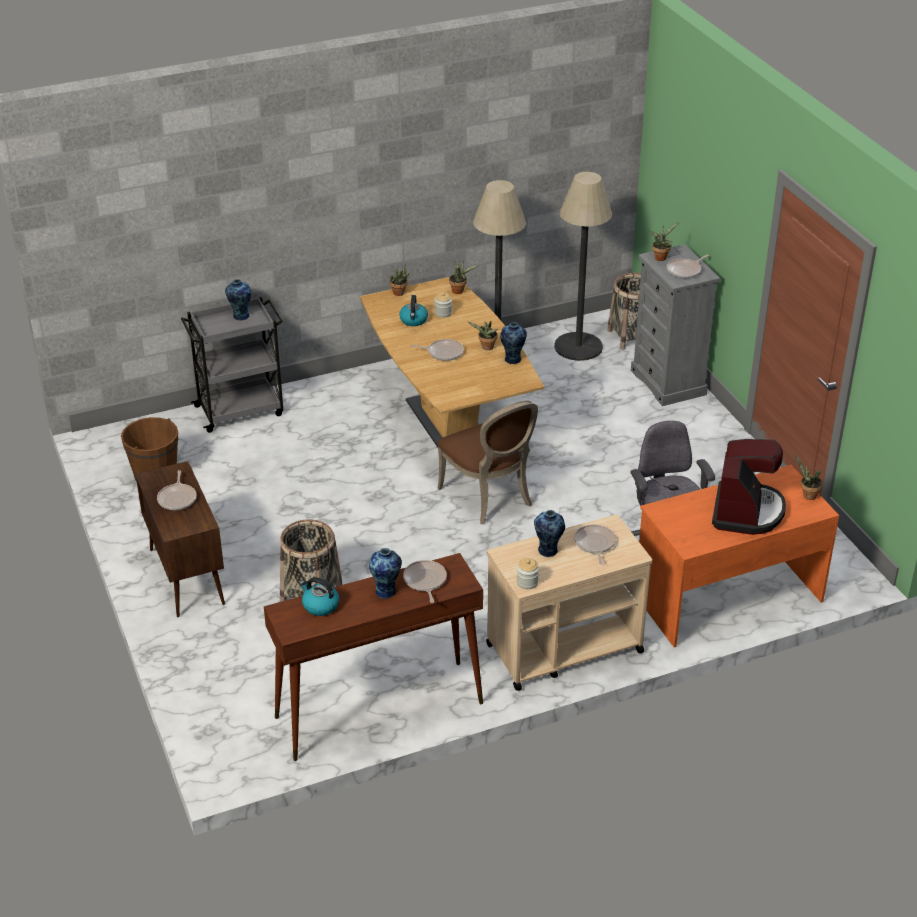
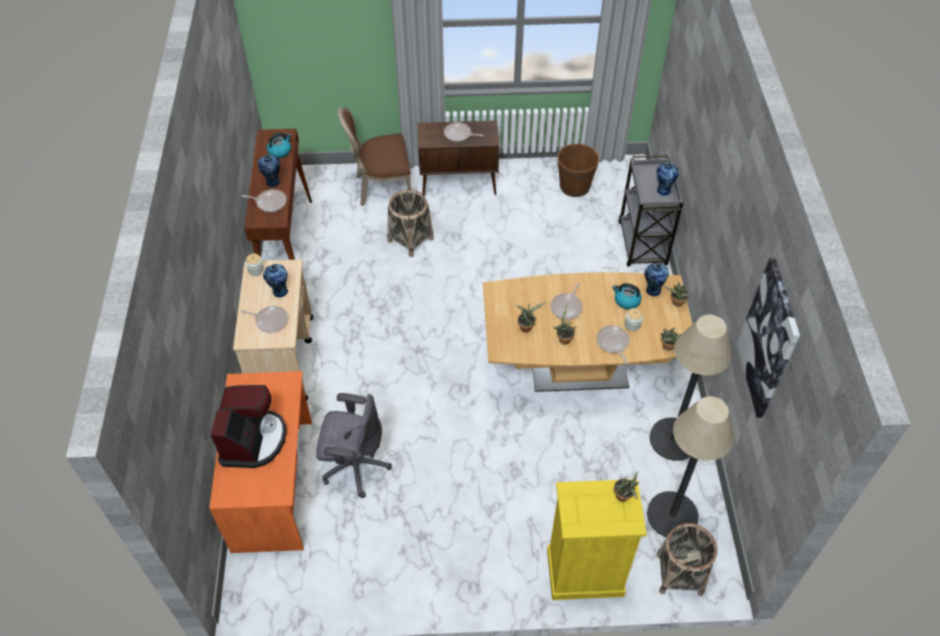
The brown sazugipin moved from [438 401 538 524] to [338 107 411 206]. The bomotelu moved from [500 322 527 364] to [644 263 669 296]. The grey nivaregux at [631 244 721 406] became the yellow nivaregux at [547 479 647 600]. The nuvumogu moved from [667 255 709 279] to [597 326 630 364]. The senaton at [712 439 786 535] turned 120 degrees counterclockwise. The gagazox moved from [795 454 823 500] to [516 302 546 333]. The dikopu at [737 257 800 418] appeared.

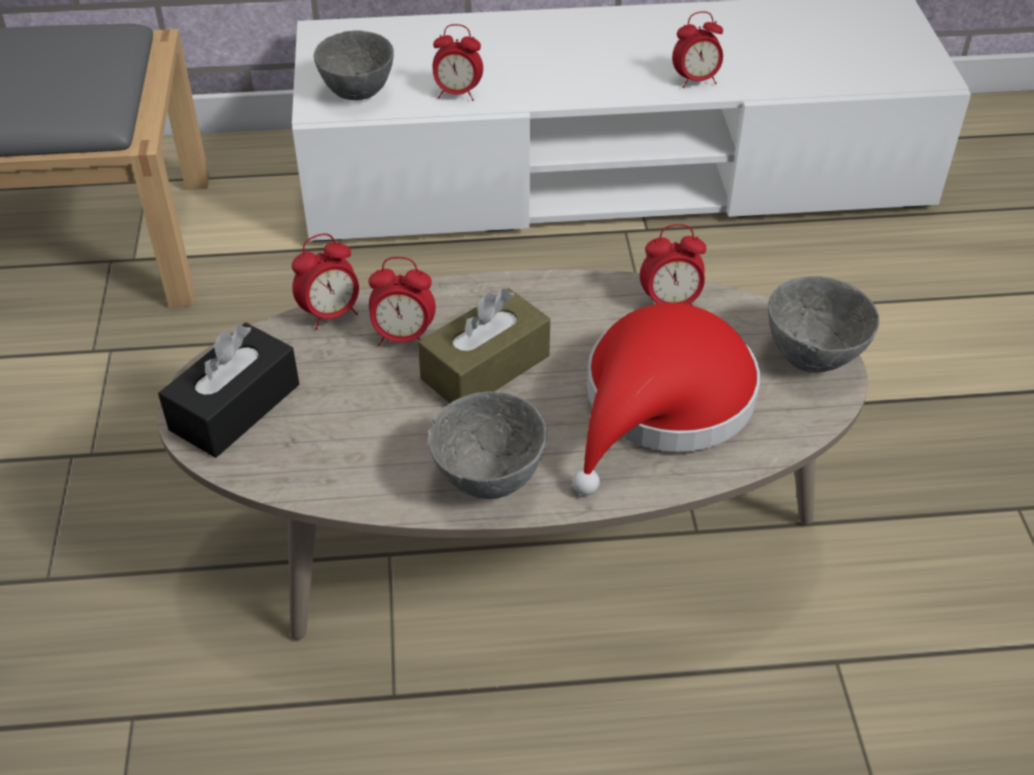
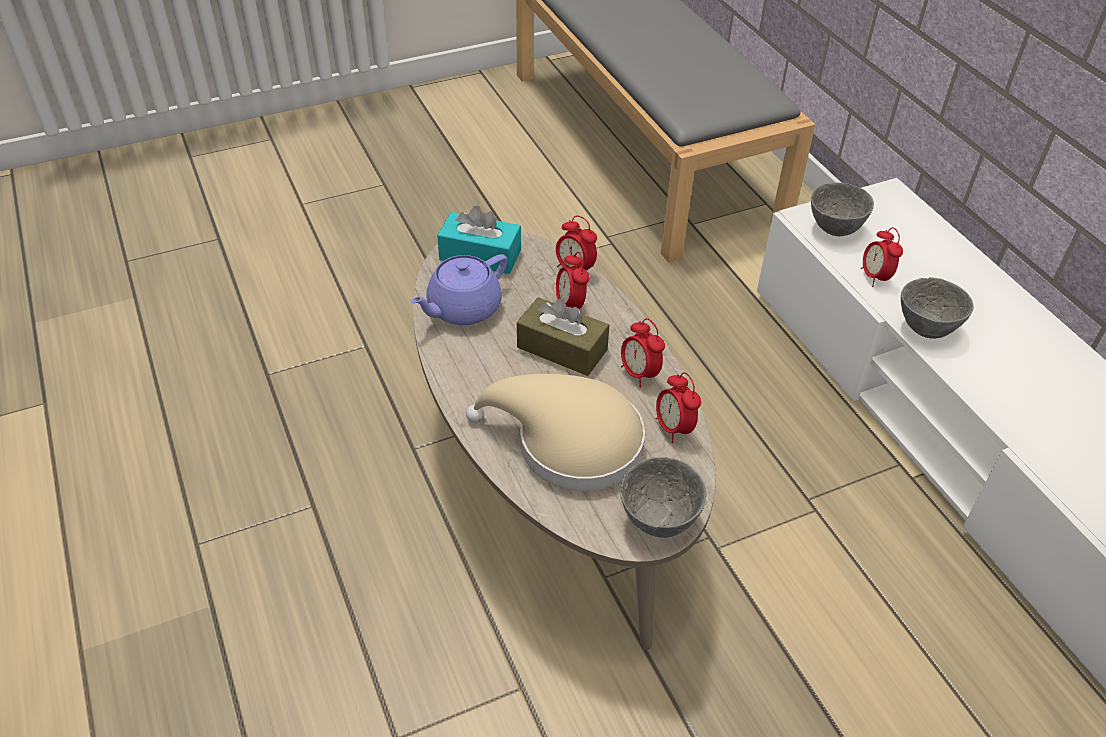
The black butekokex at [158 322 299 458] became the turquoise butekokex at [437 206 521 274]. The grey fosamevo moved from [428 391 547 499] to [901 277 974 339]. The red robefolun at [572 303 760 495] became the beige robefolun at [466 374 645 491]. The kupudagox moved from [672 11 723 88] to [621 318 665 388]. The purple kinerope at [410 254 508 325] appeared.

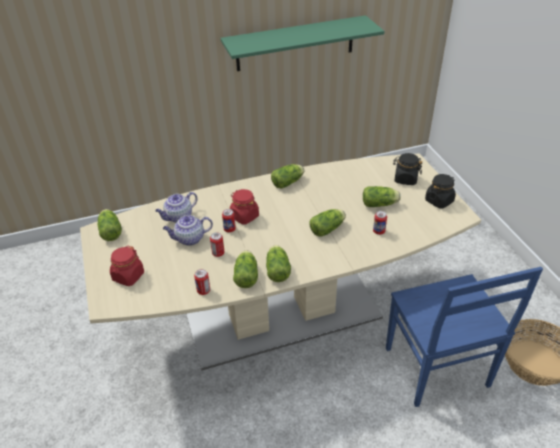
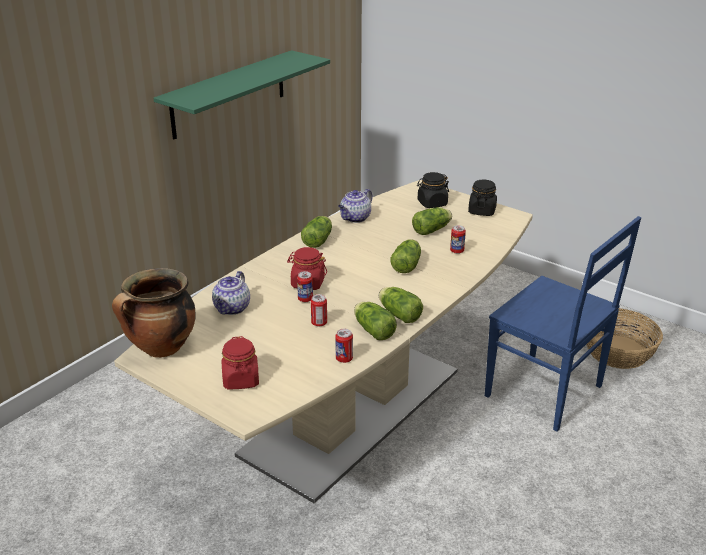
The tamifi at [98 209 122 241] was replaced by the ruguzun at [112 268 195 358]. The kinerope moved from [163 215 213 246] to [338 189 373 223].

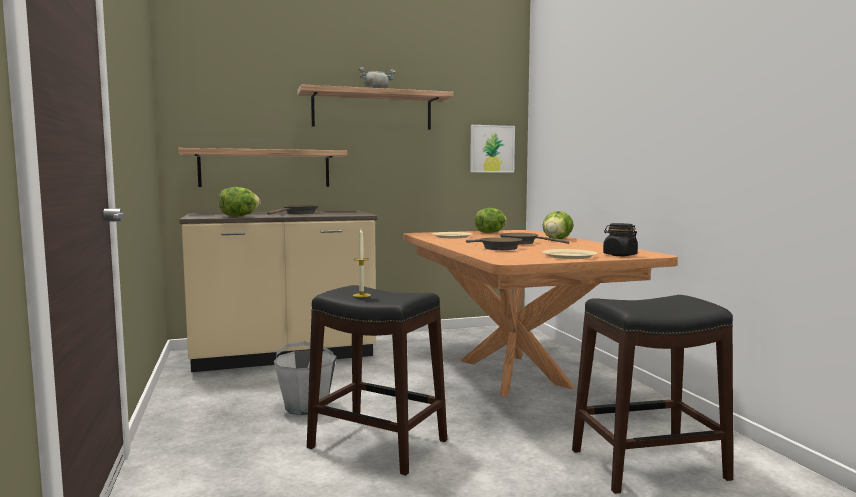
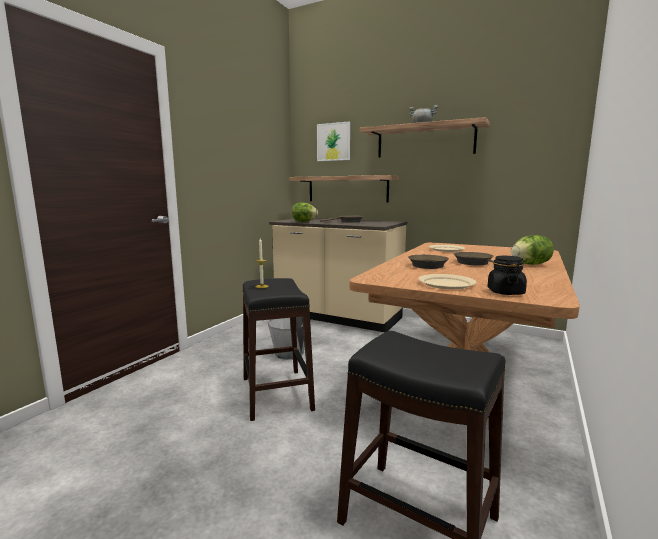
The dikopu moved from [470 125 515 173] to [317 122 350 161]. The tamifi at [474 208 507 233] disappeared.

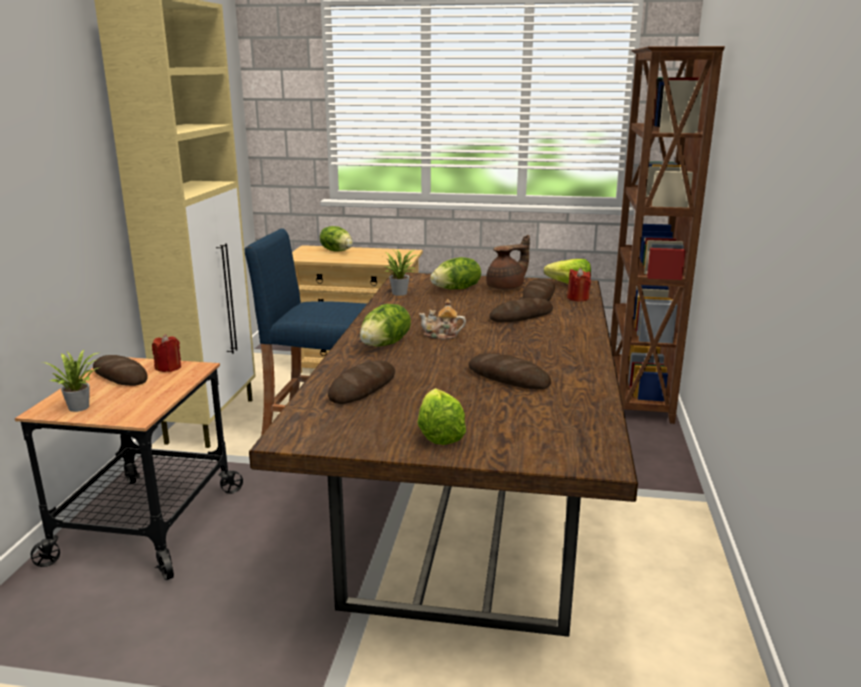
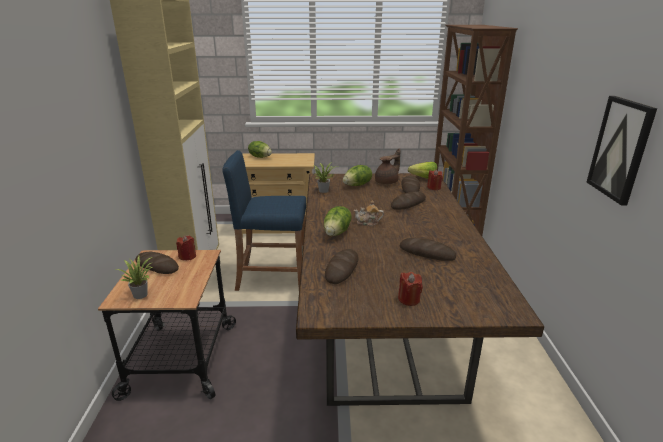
The tamifi at [418 388 466 445] was replaced by the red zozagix at [398 272 423 306]. The dikopu at [587 96 657 206] appeared.

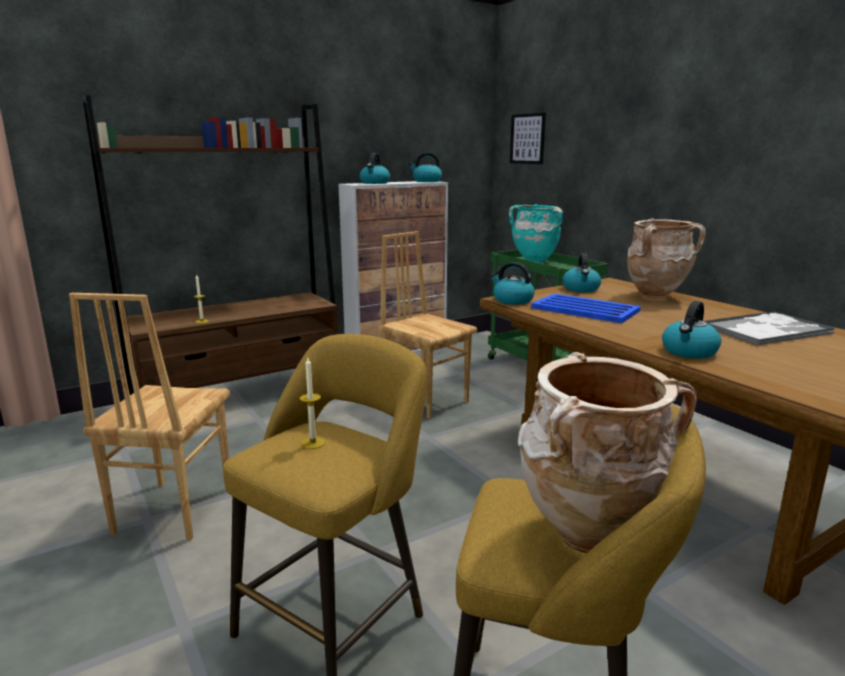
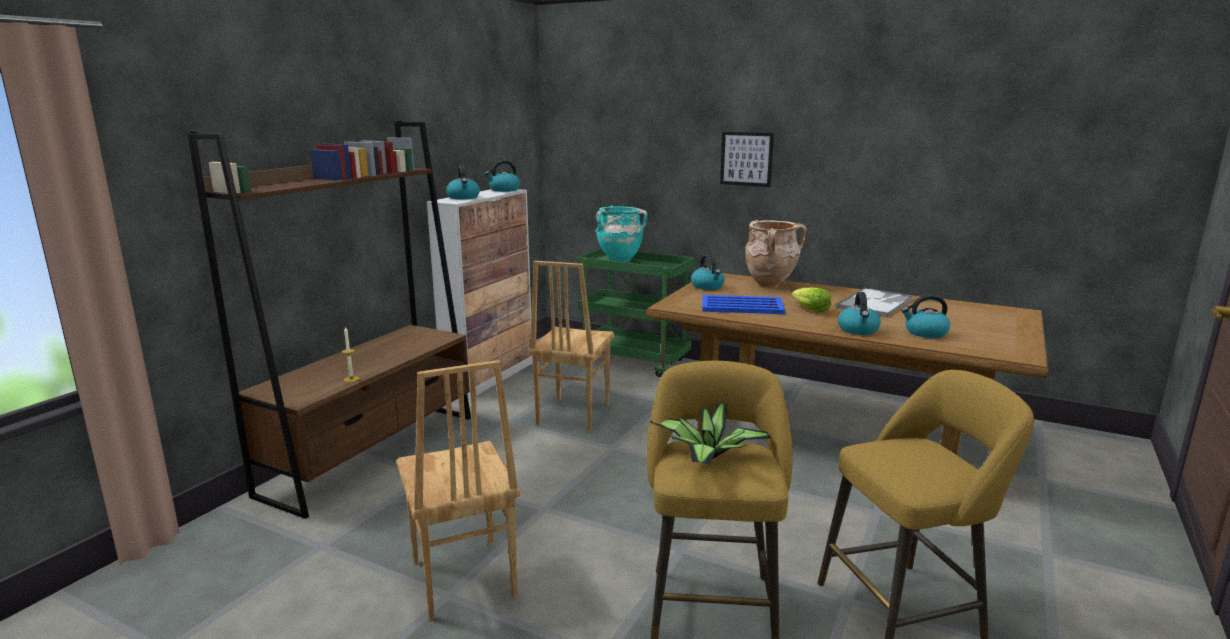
The zozagix at [299 358 325 449] was replaced by the gagazox at [650 404 772 465]. The brown sazugipin at [379 231 477 419] turned 90 degrees counterclockwise. The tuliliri moved from [490 262 534 305] to [901 295 950 338]. The dikopu moved from [510 113 546 164] to [720 132 774 187]. The beige bomotelu at [518 352 697 553] disappeared. The tamifi at [792 287 831 313] appeared.

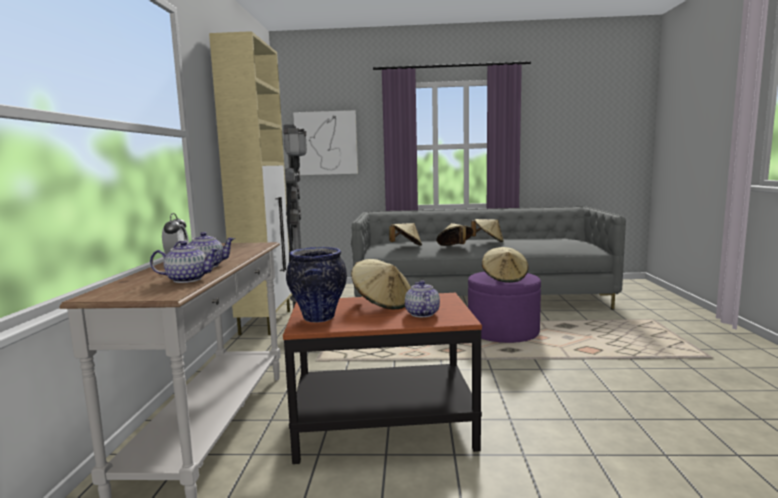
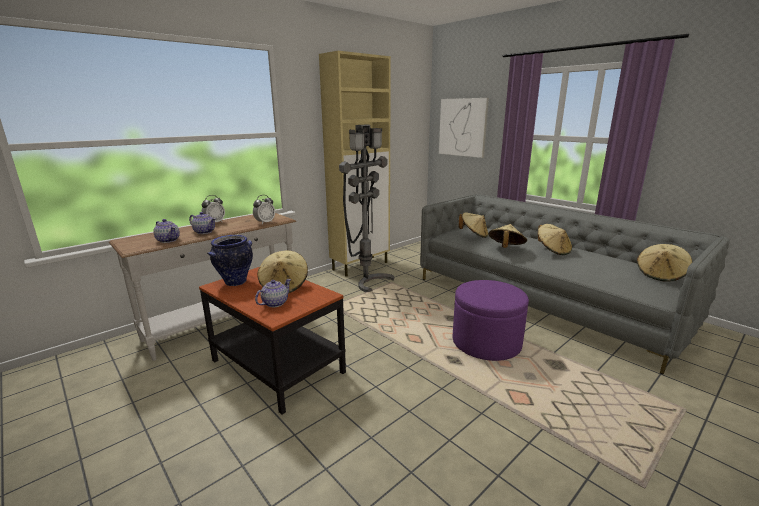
The beige robefolun moved from [482 247 528 283] to [637 244 692 282]. The kupudagox at [253 195 275 224] appeared.

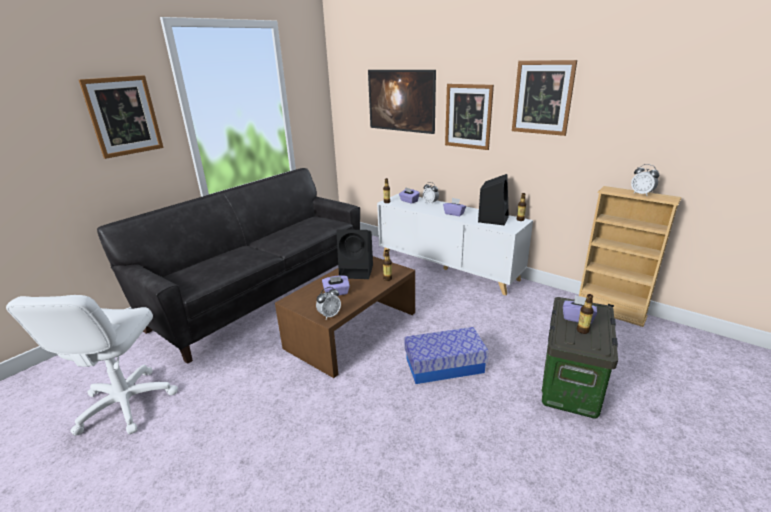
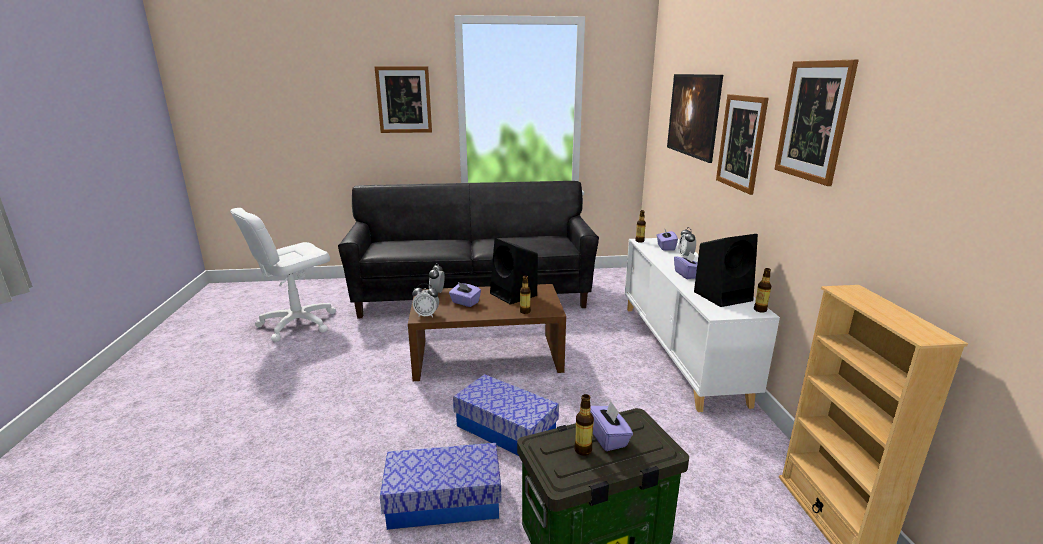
The kupudagox moved from [631 164 659 196] to [429 263 445 293]. The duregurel at [380 443 502 530] appeared.

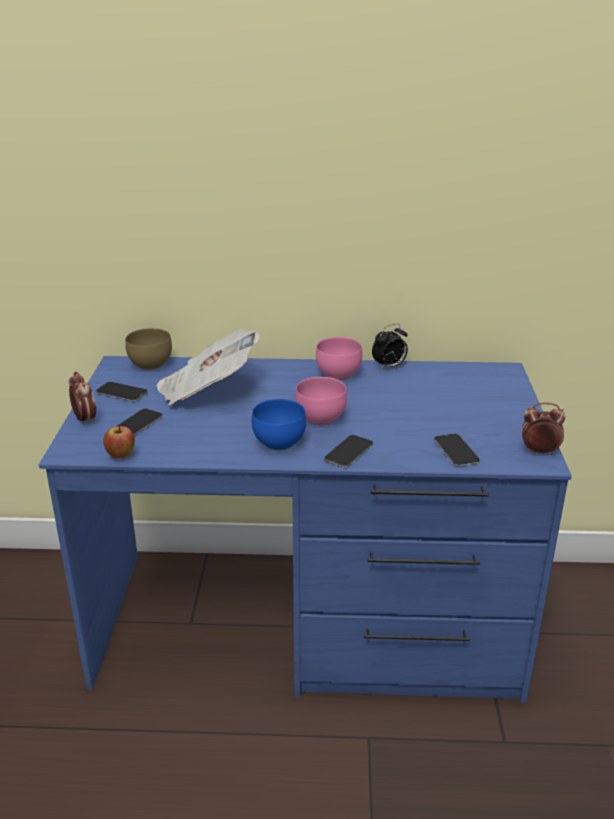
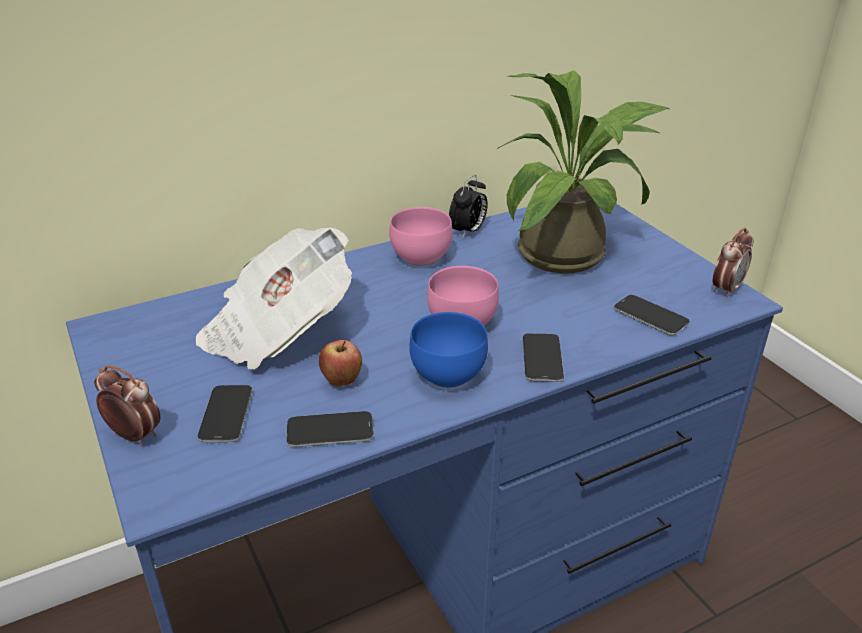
The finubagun moved from [96 382 148 402] to [287 411 374 447]. The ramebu moved from [103 426 135 459] to [319 340 362 387]. The brown fosamevo at [125 328 172 370] disappeared. The kupudagox at [522 402 566 455] turned 150 degrees clockwise. The gagazox at [497 70 669 273] appeared.

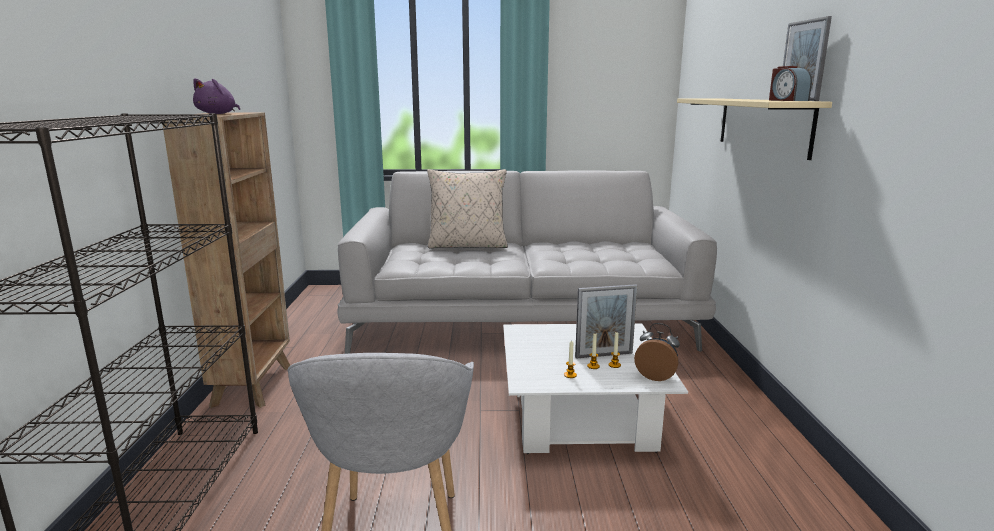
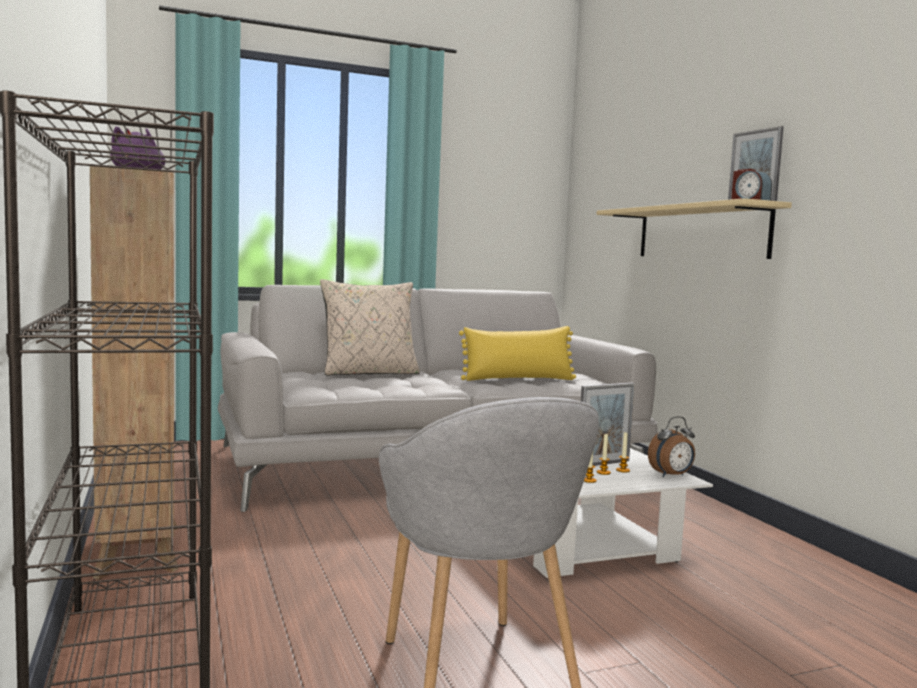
The kupudagox at [634 323 680 381] turned 150 degrees clockwise. The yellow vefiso at [459 326 576 381] appeared.

